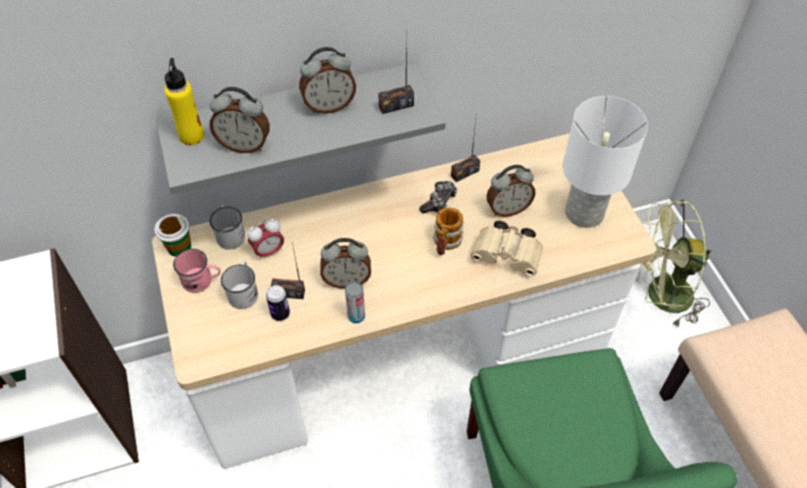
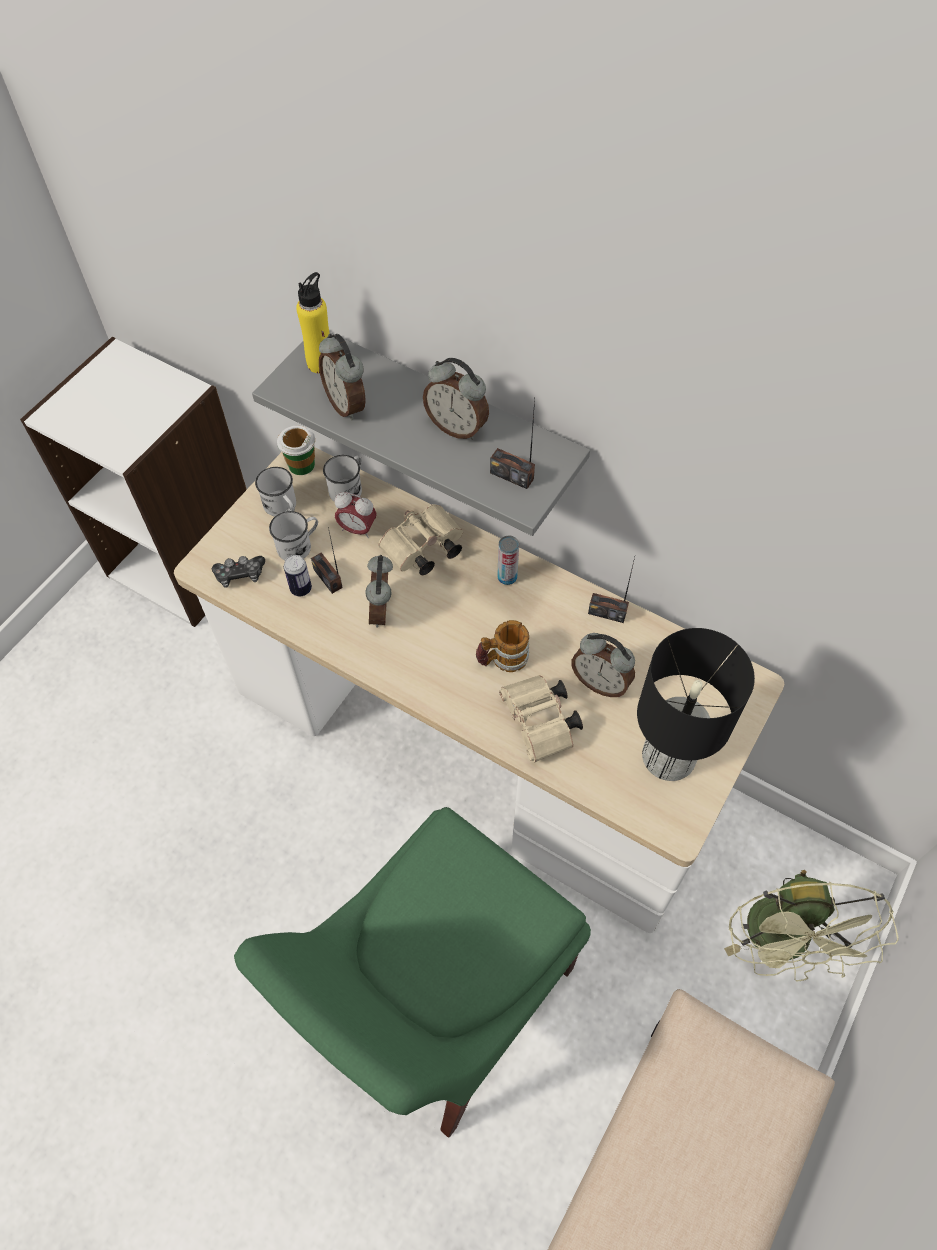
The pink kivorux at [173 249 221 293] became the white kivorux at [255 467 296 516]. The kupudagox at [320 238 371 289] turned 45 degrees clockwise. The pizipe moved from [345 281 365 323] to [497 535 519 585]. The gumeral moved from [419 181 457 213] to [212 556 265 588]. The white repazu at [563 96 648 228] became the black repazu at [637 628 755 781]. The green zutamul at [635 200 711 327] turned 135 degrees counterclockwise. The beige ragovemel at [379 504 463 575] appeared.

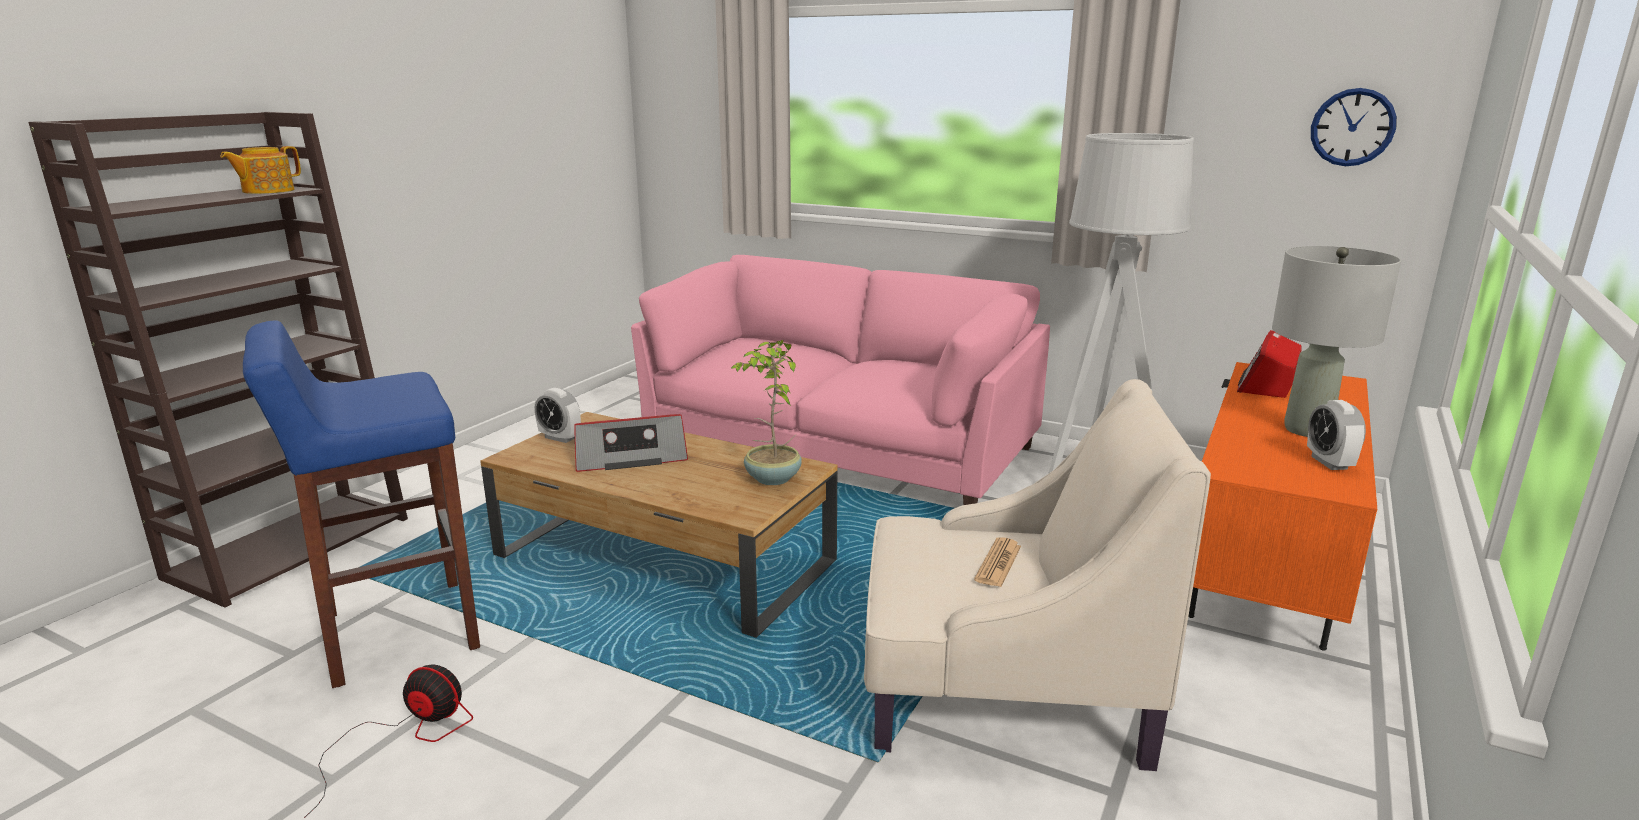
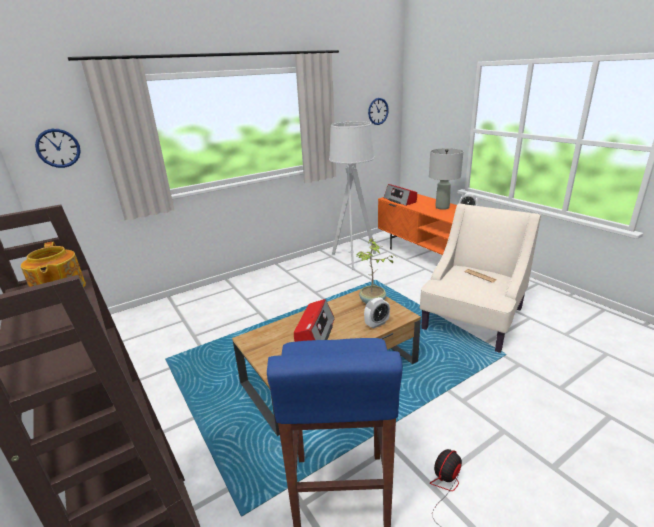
The kupudagox moved from [534 388 581 443] to [364 297 390 329]. The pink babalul at [631 255 1050 505] disappeared. The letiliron at [35 129 81 168] appeared.

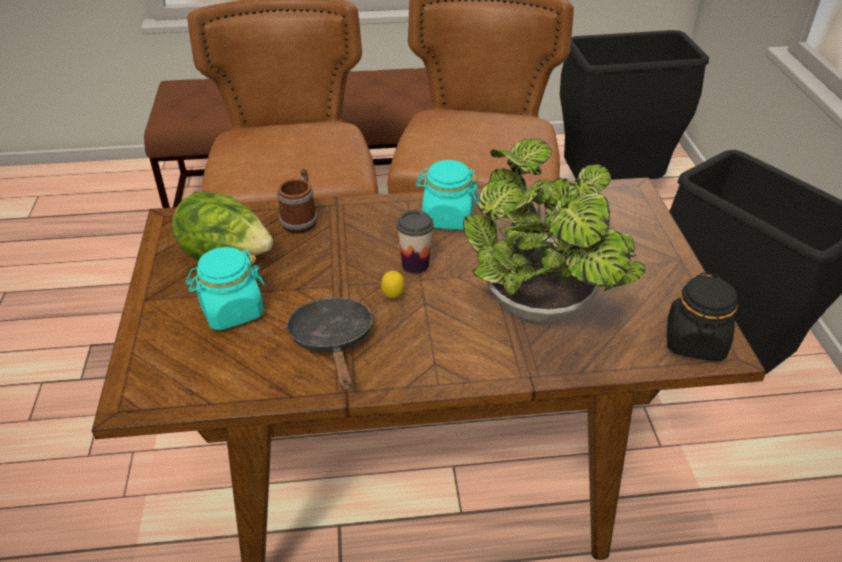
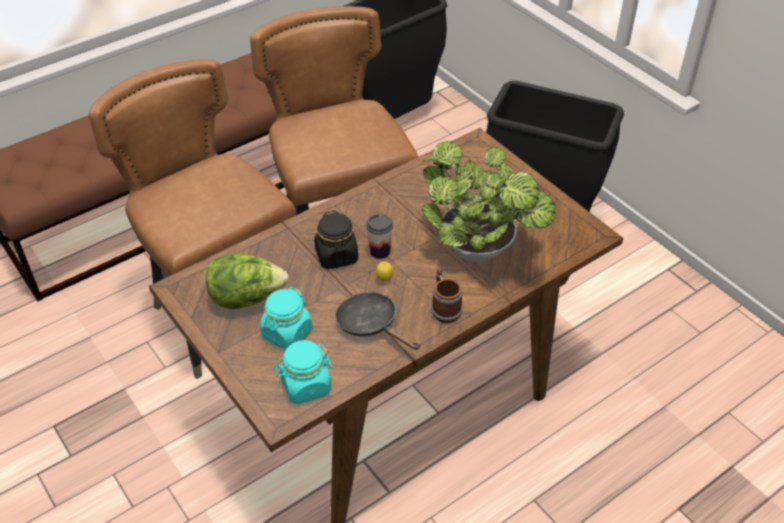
The kivorux moved from [277 169 317 233] to [431 269 463 323]. The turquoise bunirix moved from [416 160 479 230] to [274 340 333 404]. The black bunirix moved from [667 272 738 361] to [314 211 358 269].

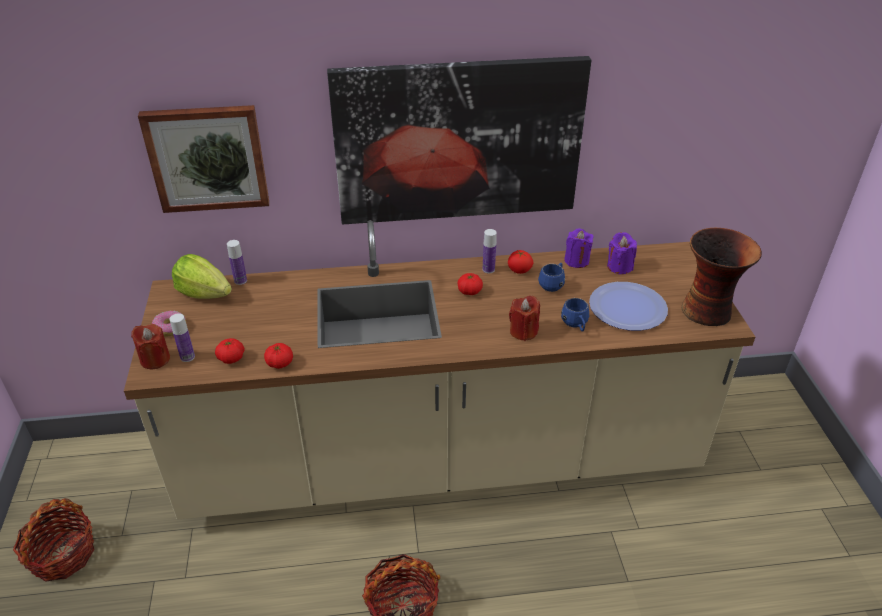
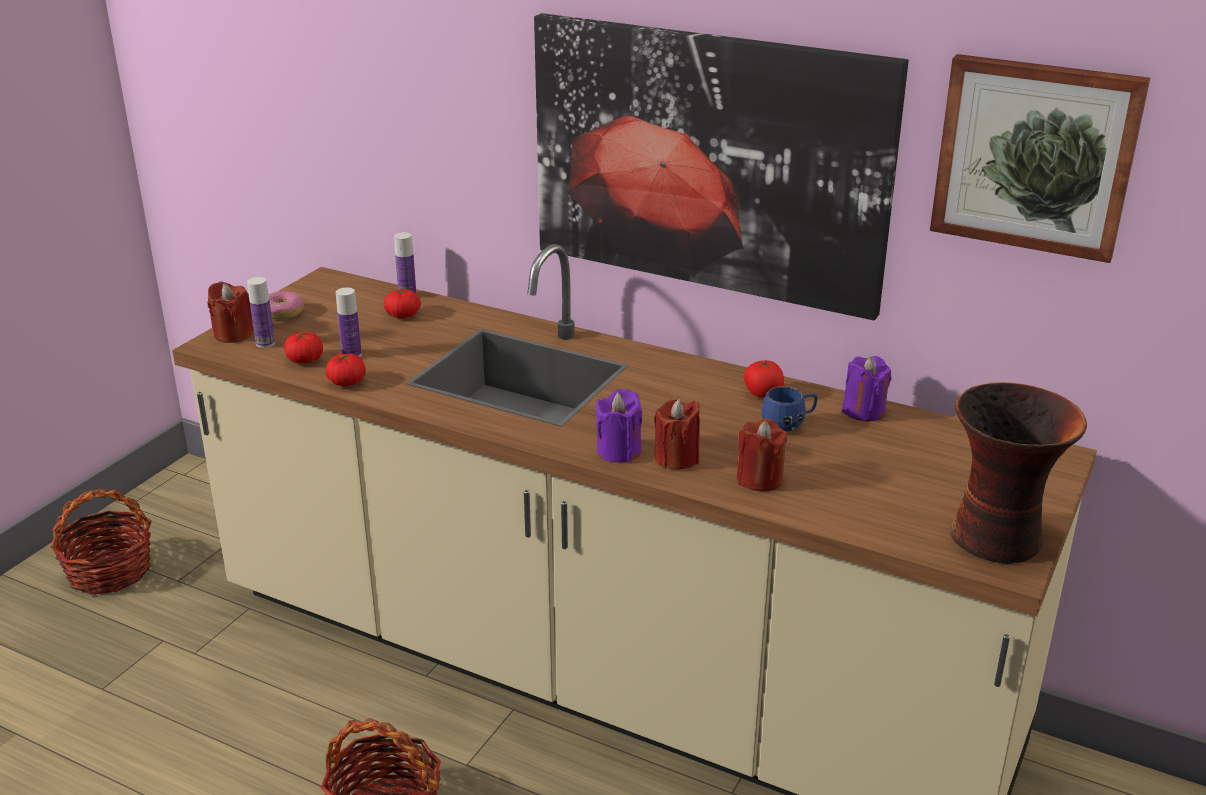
The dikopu moved from [138 105 269 213] to [930 54 1150 263]. The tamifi at [172 254 232 299] disappeared. The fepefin moved from [457 273 483 295] to [384 289 421 318]. The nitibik moved from [483 229 497 273] to [336 287 362 357]. The blue kivorux at [561 298 589 331] was replaced by the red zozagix at [737 418 788 491]. The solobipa at [589 282 668 331] disappeared. The purple zozagix moved from [607 232 637 274] to [596 389 642 463].

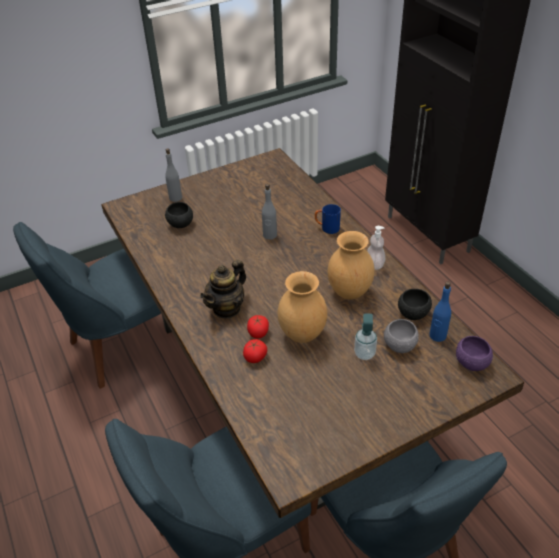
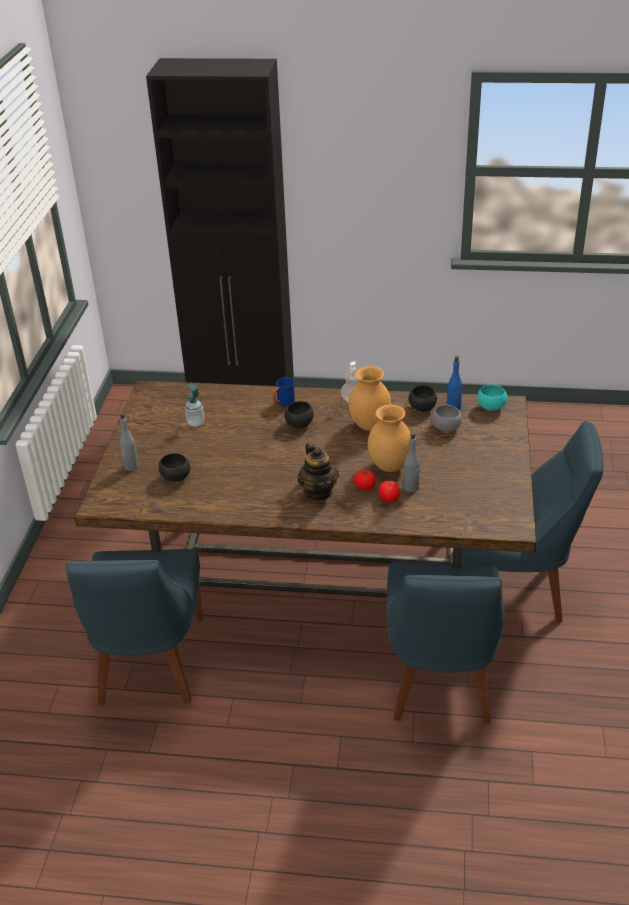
The grey nitibik moved from [262 184 277 240] to [403 432 420 492]. The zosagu moved from [354 314 377 360] to [185 383 204 427]. The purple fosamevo at [456 336 493 371] became the turquoise fosamevo at [478 385 507 410]. The black fosamevo at [284 401 314 428] appeared.

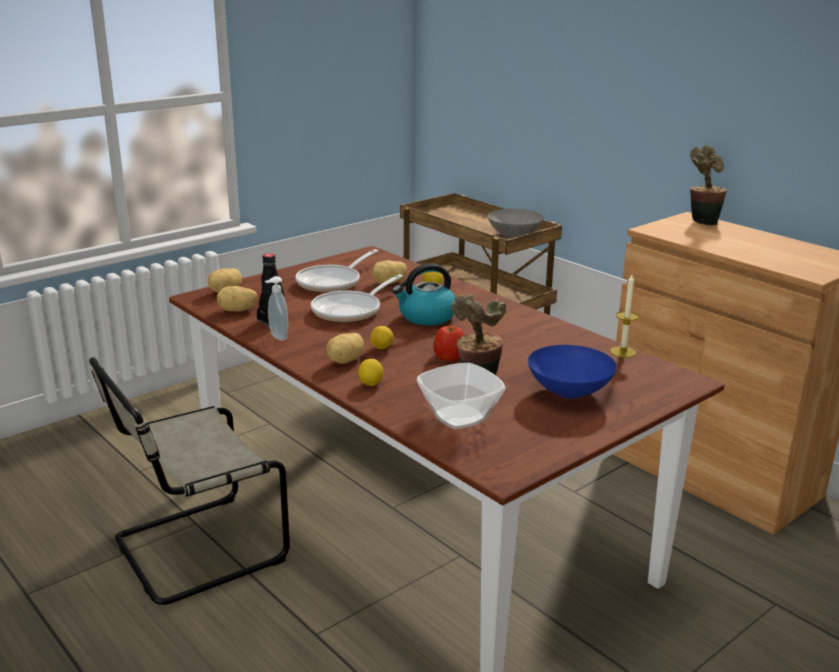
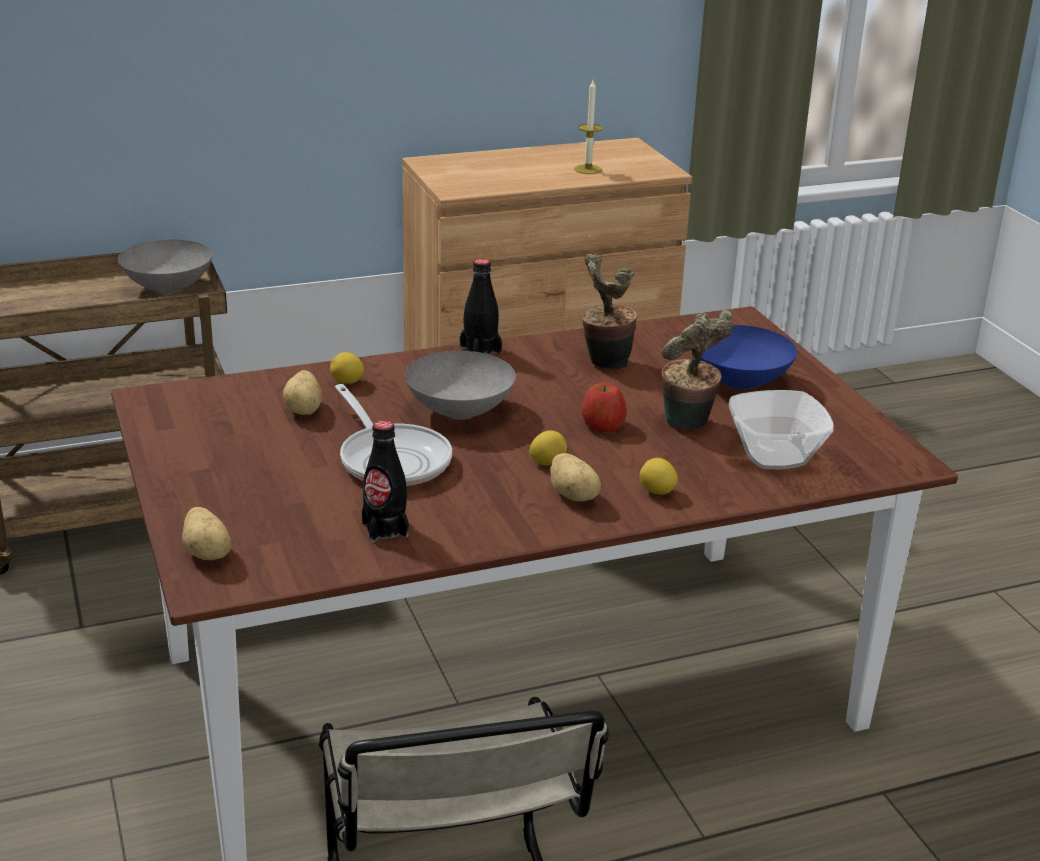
The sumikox at [217 286 258 312] disappeared. The zosagu at [265 276 288 341] disappeared. The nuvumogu at [296 249 378 293] disappeared. The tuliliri at [392 263 455 325] was replaced by the grey fosamevo at [405 351 516 420]. The zozagix moved from [610 274 639 358] to [574 80 603 174]. The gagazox moved from [690 145 727 225] to [582 254 637 369]. The black nitibik at [460 259 502 355] appeared.

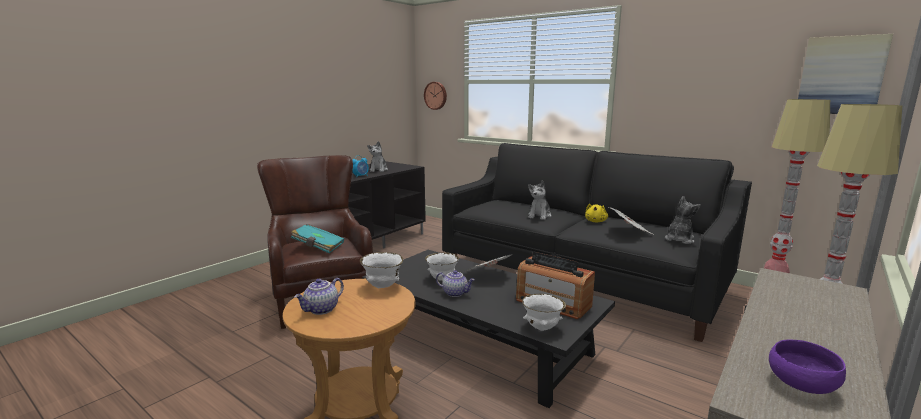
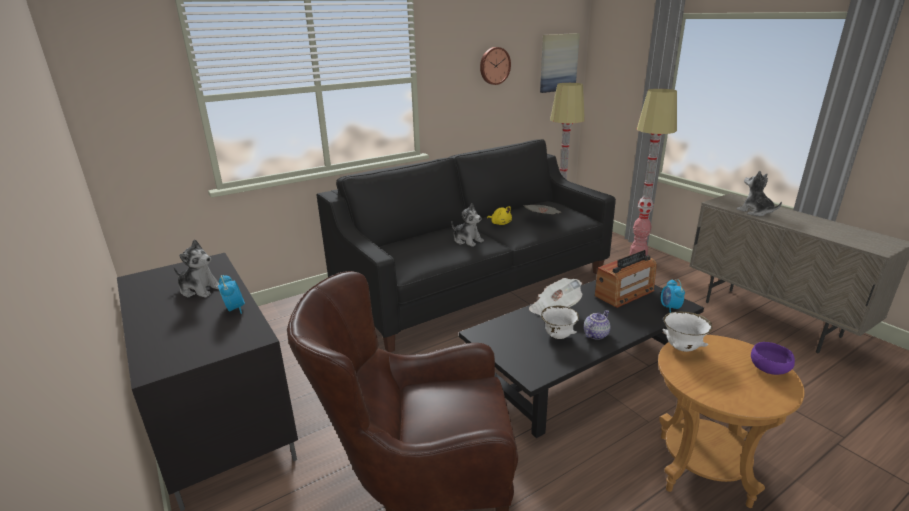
The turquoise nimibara at [291 224 344 253] disappeared. The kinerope at [294 278 344 315] disappeared. The letiliron moved from [424 82 447 110] to [480 47 511 85]. The white fosamevo at [522 294 566 331] was replaced by the kupudagox at [661 279 685 313]. The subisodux moved from [665 196 701 244] to [737 171 782 216]. The purple fosamevo moved from [769 339 846 394] to [751 342 795 375].

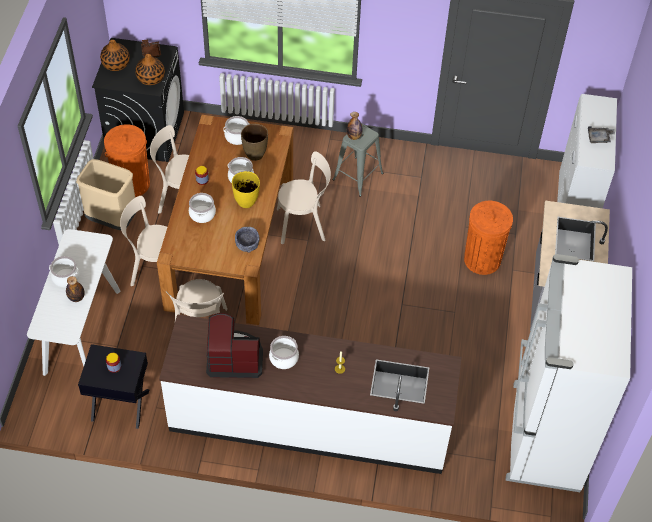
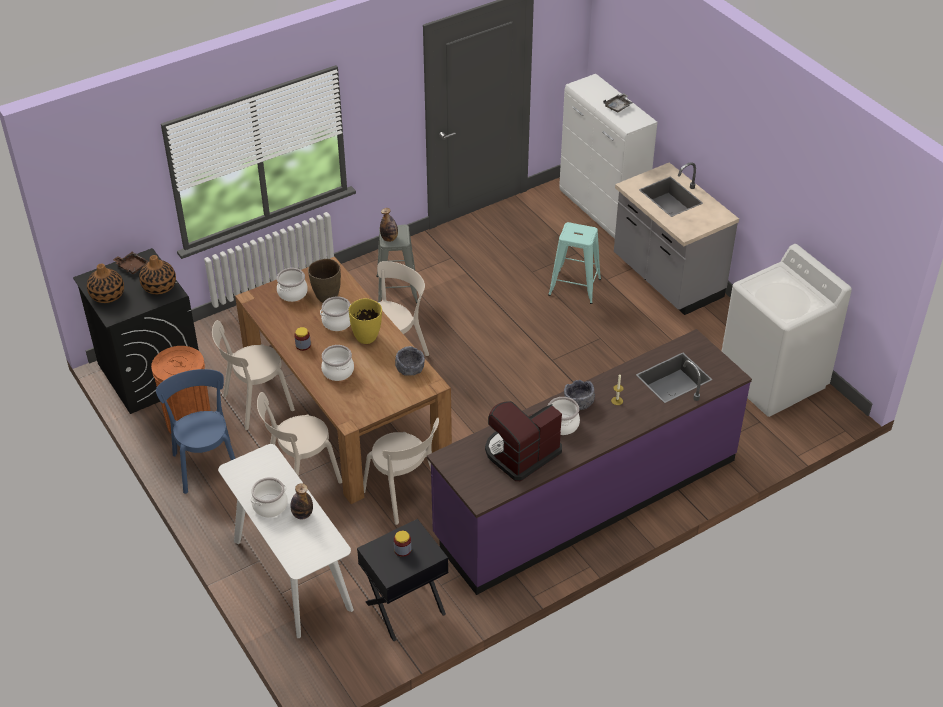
The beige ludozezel at [76 159 137 230] was replaced by the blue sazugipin at [156 369 235 494]. The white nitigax at [159 314 462 474] became the purple nitigax at [427 329 752 595]. The orange ludozezel at [464 201 513 275] was replaced by the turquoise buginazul at [548 222 601 304]. The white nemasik at [505 254 632 492] was replaced by the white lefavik at [722 244 852 417]. The grey fosamevo at [564 380 595 410] appeared.

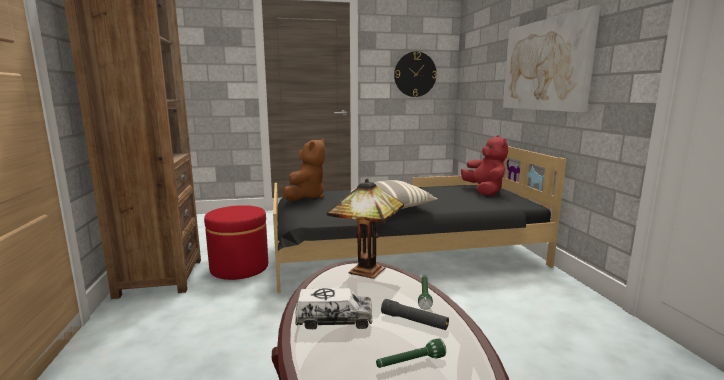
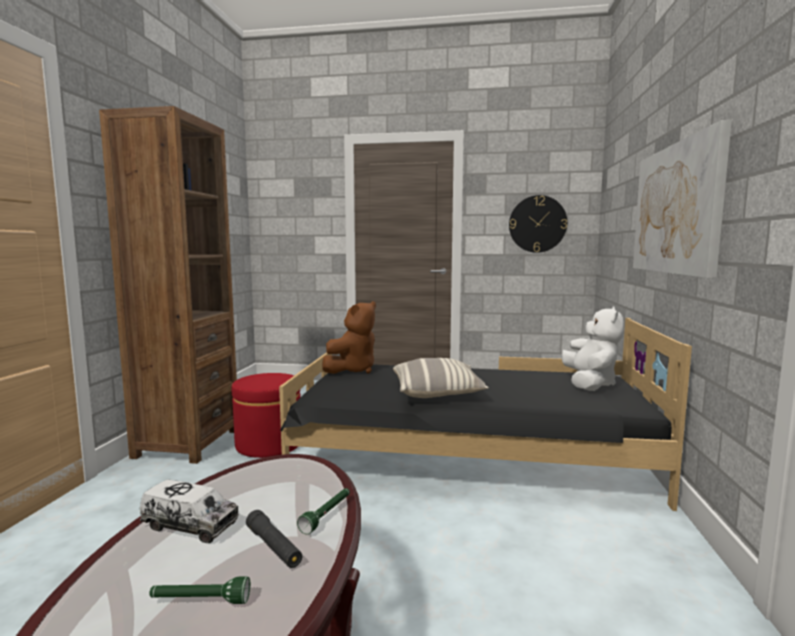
The repazu at [327 178 404 279] disappeared. The red subisodux at [461 135 508 196] became the white subisodux at [561 306 624 391].

